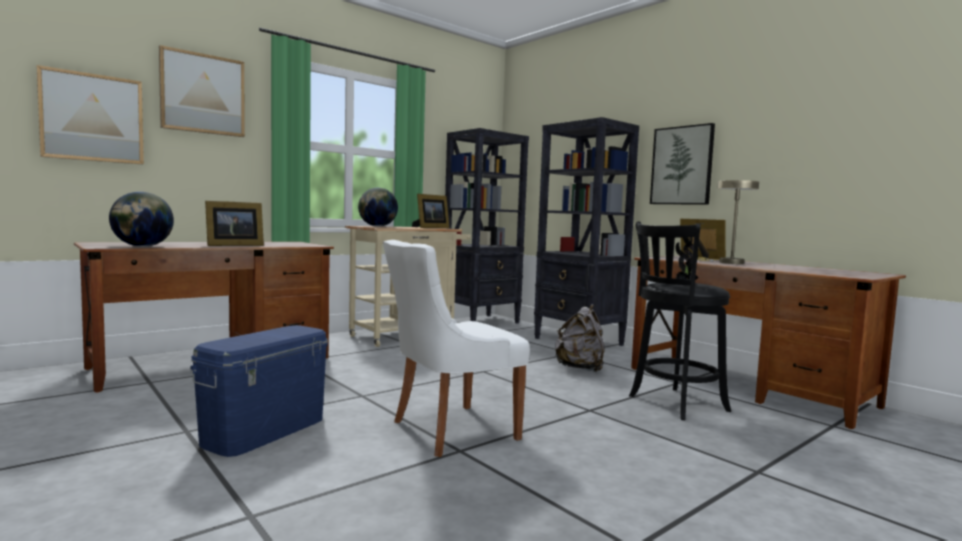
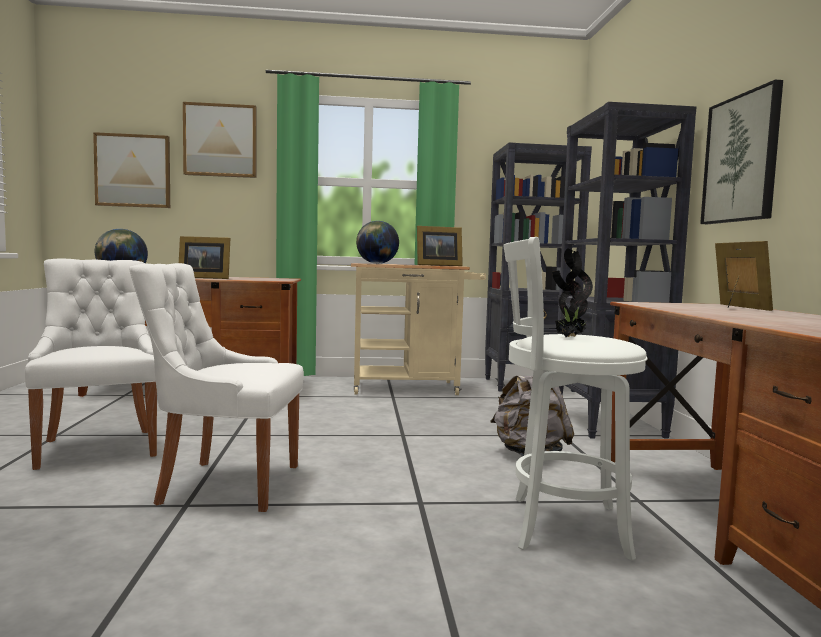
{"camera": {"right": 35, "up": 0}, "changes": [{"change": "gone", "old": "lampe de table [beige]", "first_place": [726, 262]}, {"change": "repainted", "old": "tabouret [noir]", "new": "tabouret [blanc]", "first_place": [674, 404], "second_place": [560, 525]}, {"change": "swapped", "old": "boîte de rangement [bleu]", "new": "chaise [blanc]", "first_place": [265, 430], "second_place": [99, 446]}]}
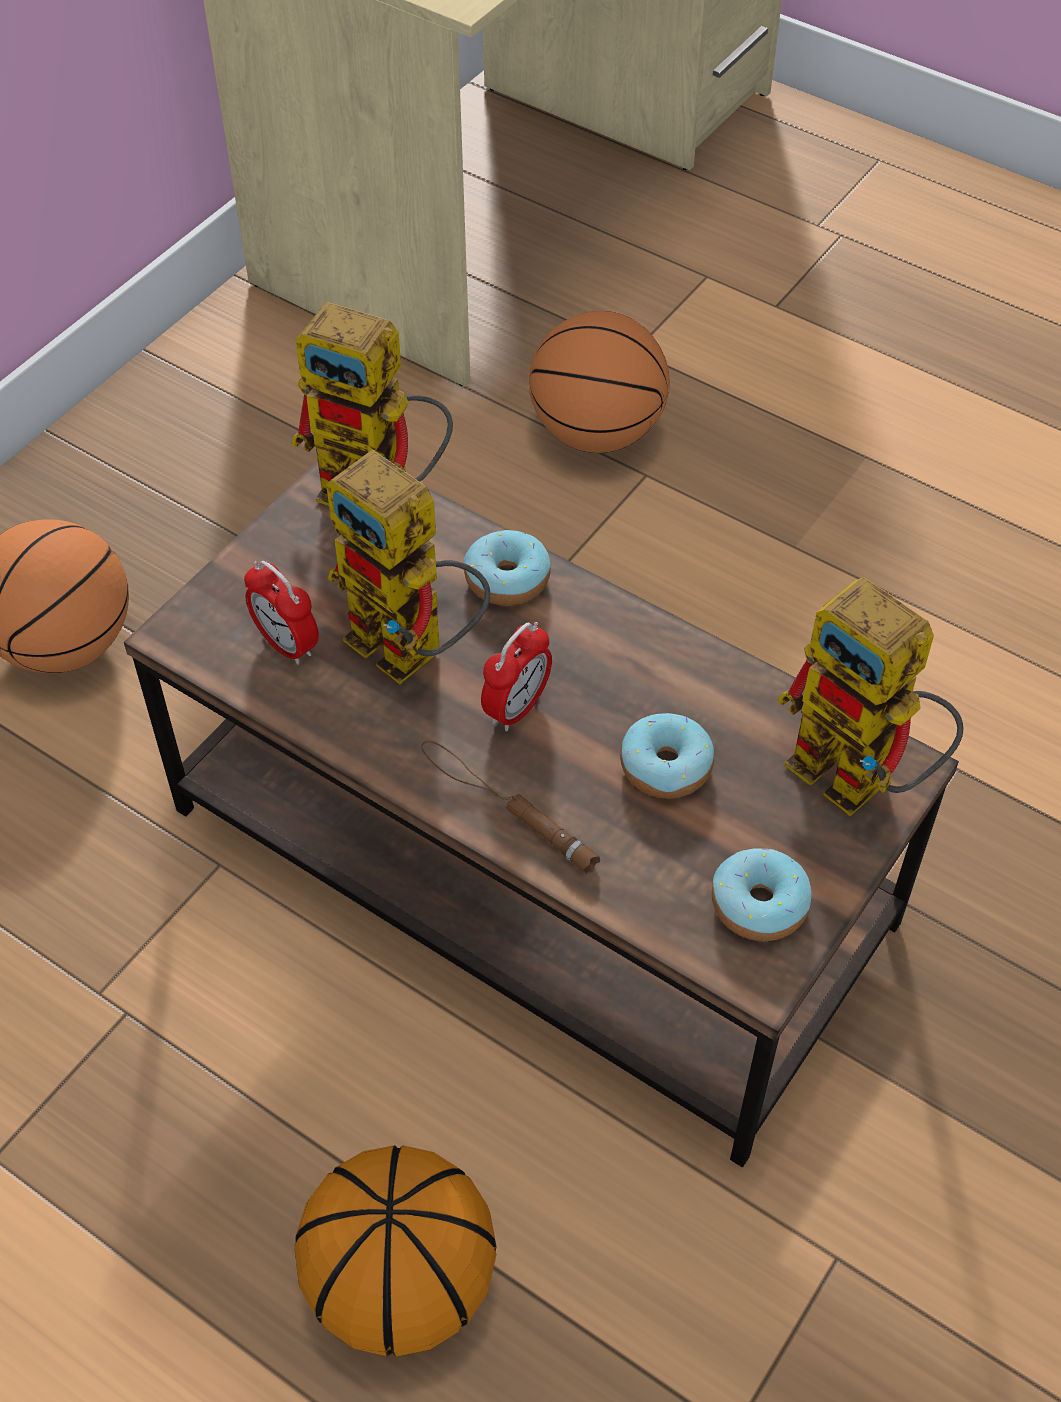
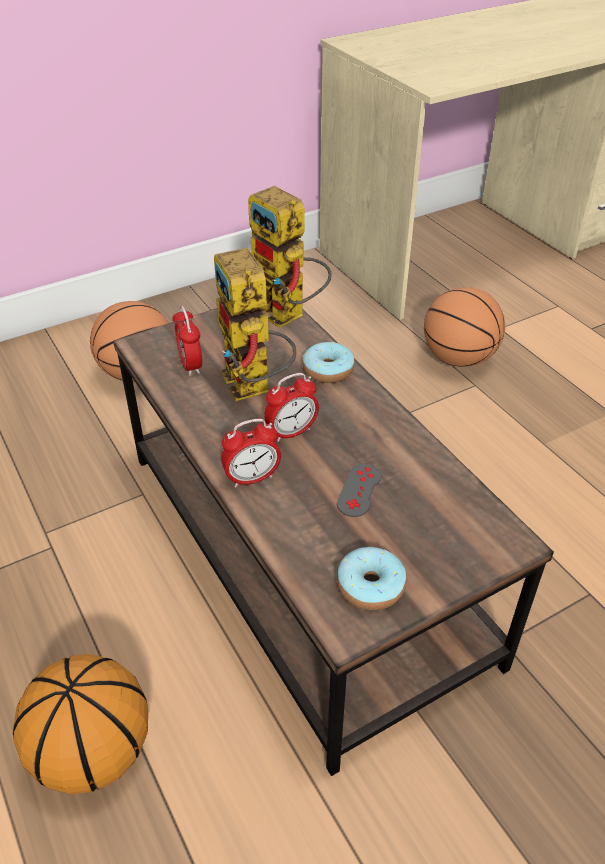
{"camera": {"right": 25, "up": -10}, "changes": [{"change": "gone", "old": "robot jouet", "first_place": [861, 779]}, {"change": "swapped", "old": "beignet", "new": "manette [gris]", "first_place": [666, 766], "second_place": [359, 490]}, {"change": "swapped", "old": "lampe de poche [marron]", "new": "réveil", "first_place": [506, 806], "second_place": [252, 478]}]}
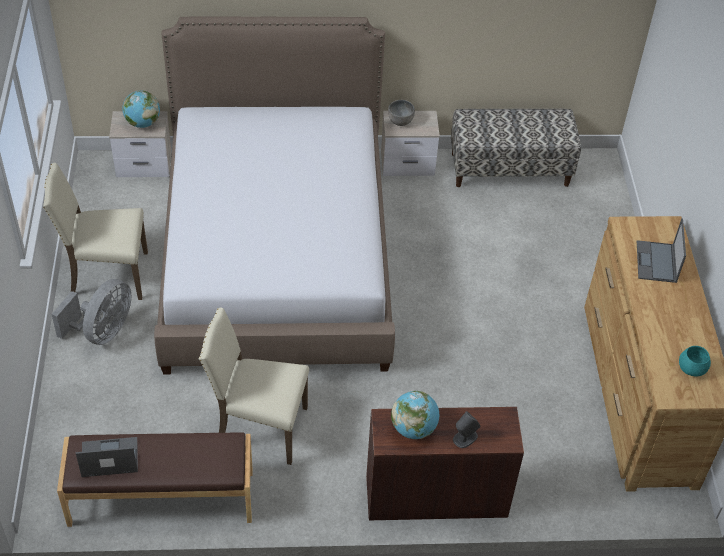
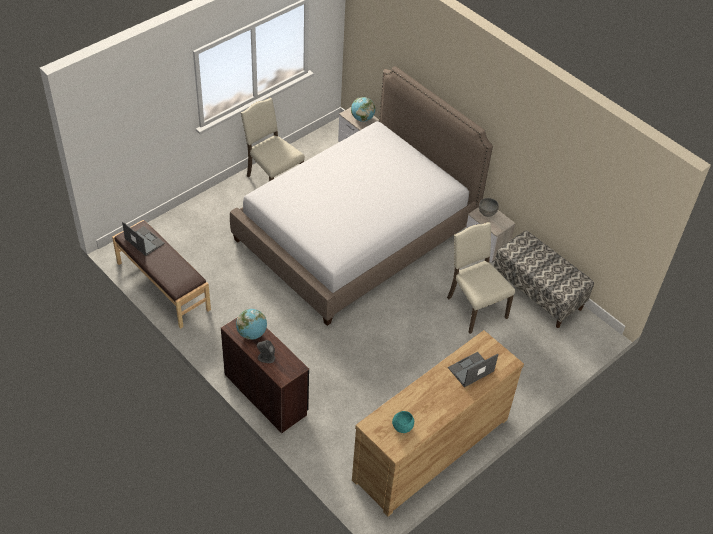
{"camera": {"right": 50, "up": 0}, "changes": [{"change": "gone", "old": "ventilateur [gris]", "first_place": [102, 331]}, {"change": "shifted", "old": "chaise [beige]", "first_place": [259, 427], "second_place": [475, 307]}]}
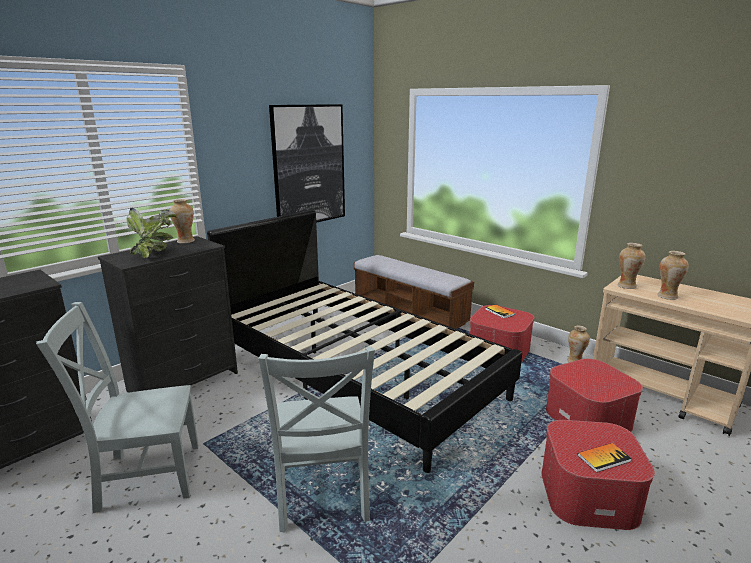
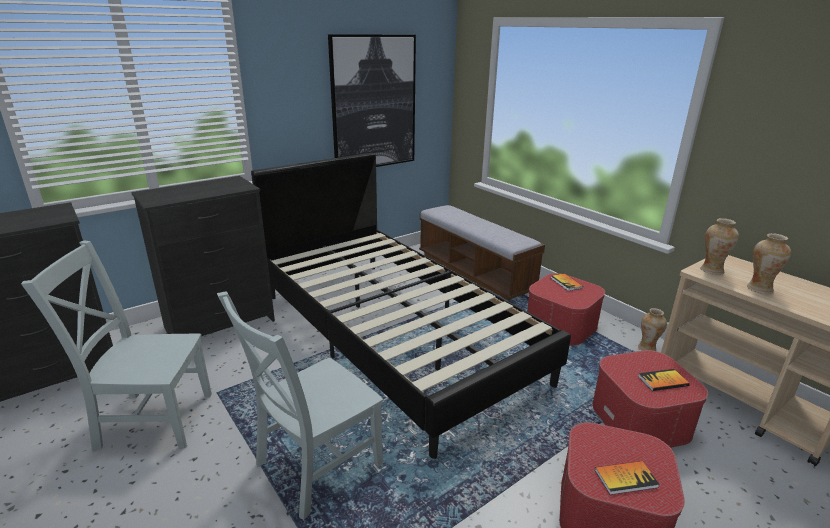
{"camera": {"right": 10, "up": 5}, "changes": [{"change": "gone", "old": "vase", "first_place": [185, 241]}, {"change": "gone", "old": "plante en pot", "first_place": [154, 254]}, {"change": "rotated", "old": "chaise [gris]", "first_place": [322, 496], "second_place": [314, 467], "degrees": 45}, {"change": "new", "new": "livre", "second_place": [663, 381]}]}
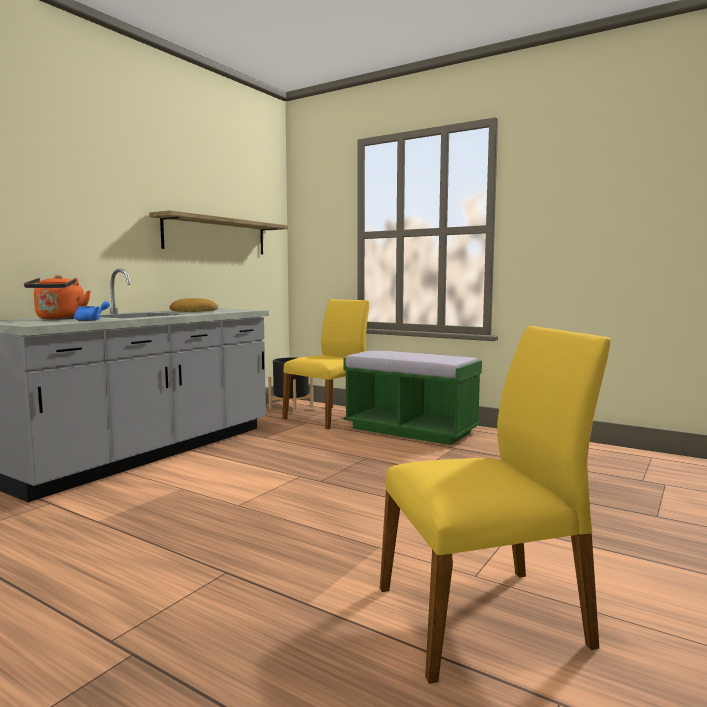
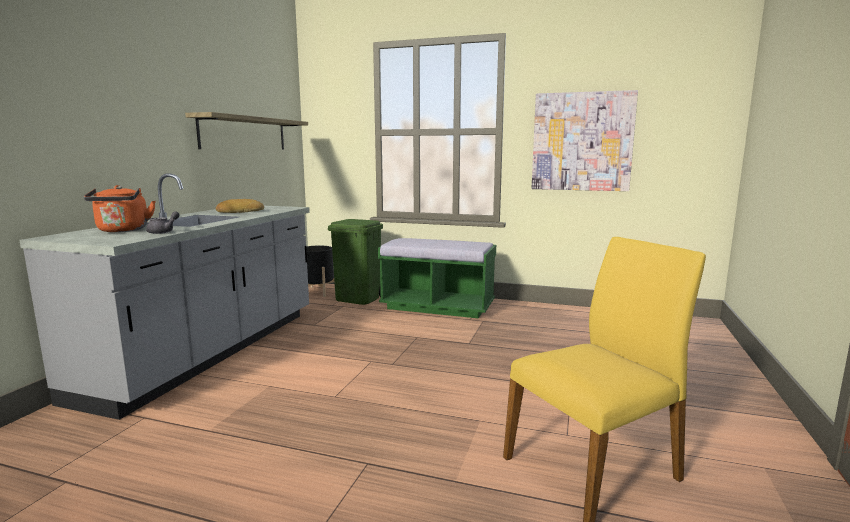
{"camera": {"right": -15, "up": 5}, "changes": [{"change": "swapped", "old": "chaise [jaune]", "new": "poubelle [vert]", "first_place": [329, 416], "second_place": [359, 299]}, {"change": "repainted", "old": "théière [bleu]", "new": "théière [gris]", "first_place": [91, 320], "second_place": [164, 232]}, {"change": "new", "new": "tableau", "second_place": [582, 142]}]}
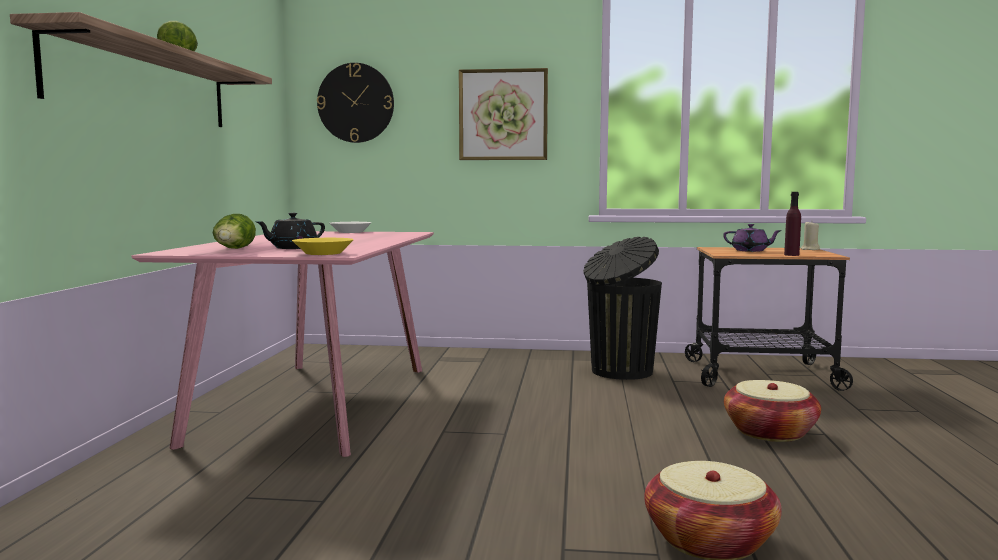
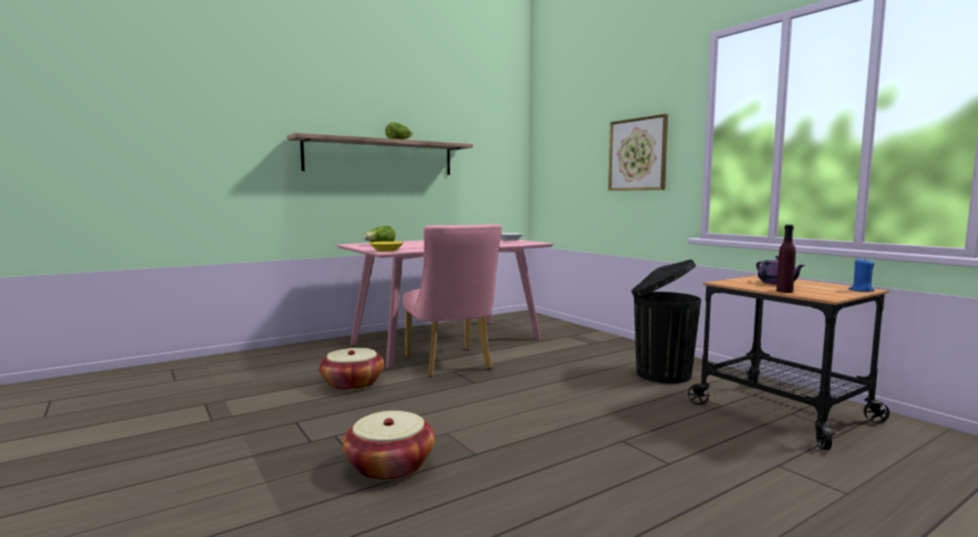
{"camera": {"right": 50, "up": 0}, "changes": [{"change": "gone", "old": "horloge murale", "first_place": [356, 103]}, {"change": "gone", "old": "théière [noir]", "first_place": [292, 248]}, {"change": "repainted", "old": "bougie [beige]", "new": "bougie [bleu]", "first_place": [810, 249], "second_place": [861, 290]}, {"change": "shifted", "old": "panier", "first_place": [770, 432], "second_place": [353, 384]}, {"change": "new", "new": "chaise [rose]", "second_place": [451, 364]}]}
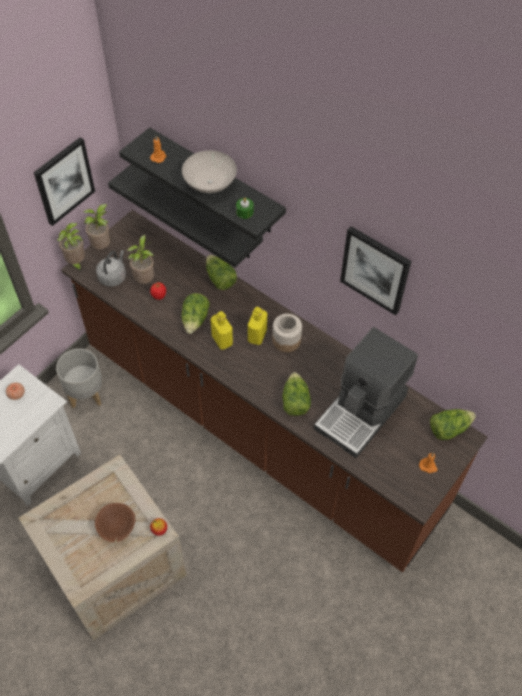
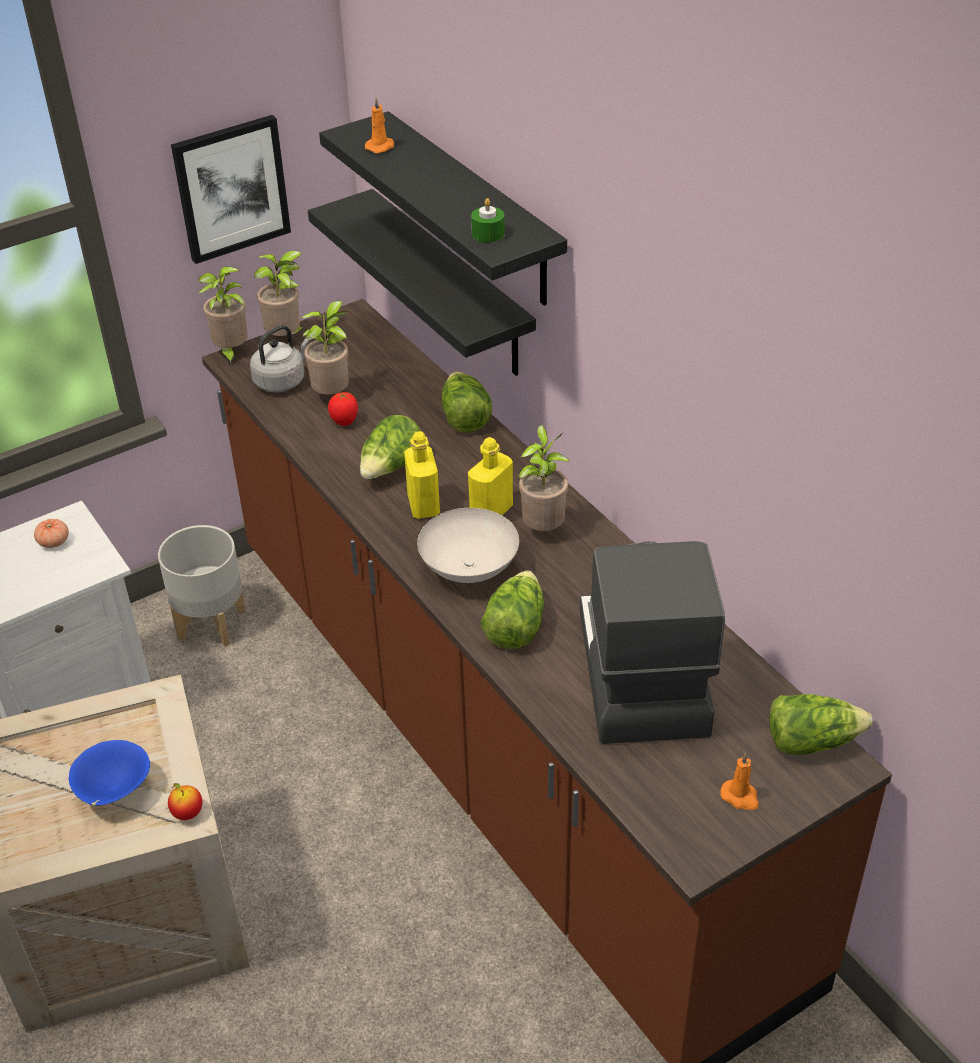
{"camera": {"right": 20, "up": -15}, "changes": [{"change": "shifted", "old": "bol [blanc]", "first_place": [211, 184], "second_place": [471, 569]}, {"change": "gone", "old": "tableau", "first_place": [375, 270]}, {"change": "swapped", "old": "bocal", "new": "plante en pot", "first_place": [286, 340], "second_place": [543, 529]}, {"change": "rotated", "old": "machine à café", "first_place": [362, 412], "second_place": [639, 673], "degrees": 120}, {"change": "repainted", "old": "bol [marron]", "new": "bol [bleu]", "first_place": [117, 528], "second_place": [114, 791]}]}
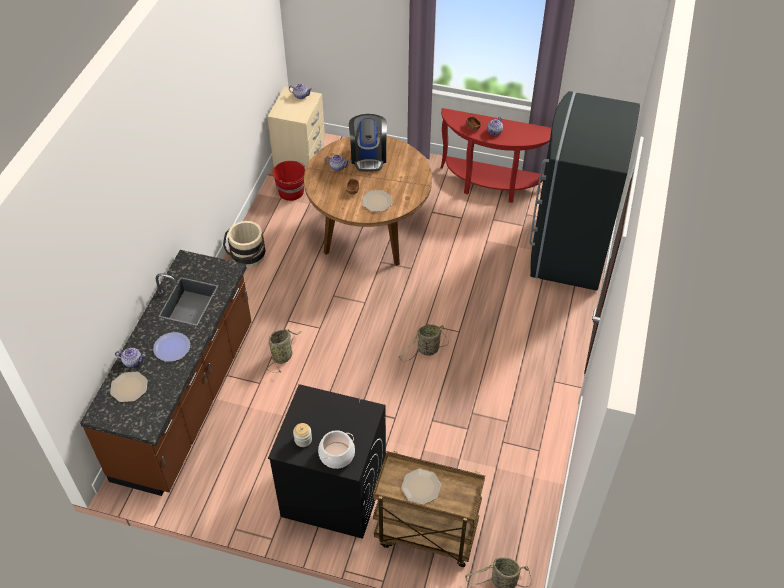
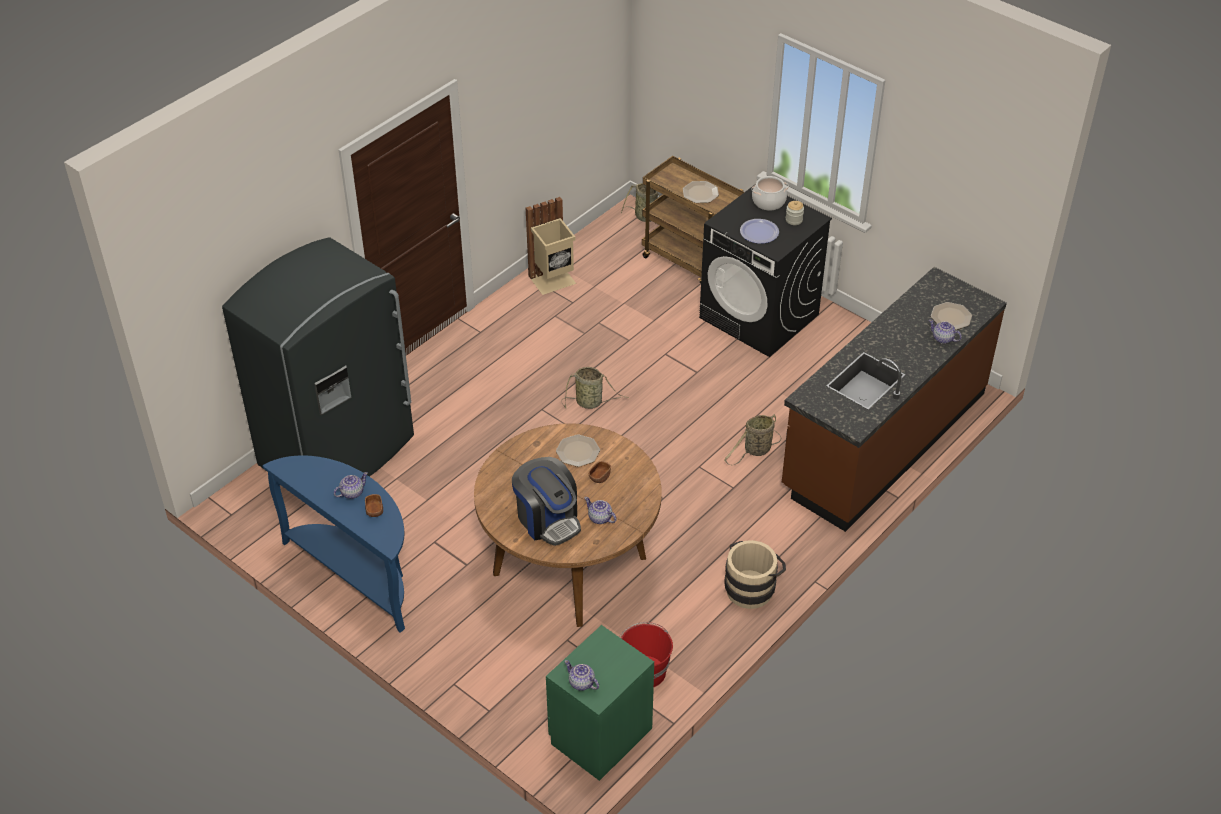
{"camera": {"right": -155, "up": -5}, "changes": [{"change": "repainted", "old": "table de chevet [beige]", "new": "table de chevet [vert]", "first_place": [300, 156], "second_place": [600, 735]}, {"change": "repainted", "old": "table console [rouge]", "new": "table console [bleu]", "first_place": [491, 186], "second_place": [357, 573]}, {"change": "rotated", "old": "machine à café", "first_place": [368, 156], "second_place": [548, 519], "degrees": 120}, {"change": "shifted", "old": "assiette", "first_place": [172, 347], "second_place": [759, 232]}, {"change": "new", "new": "poubelle [beige]", "second_place": [553, 281]}]}
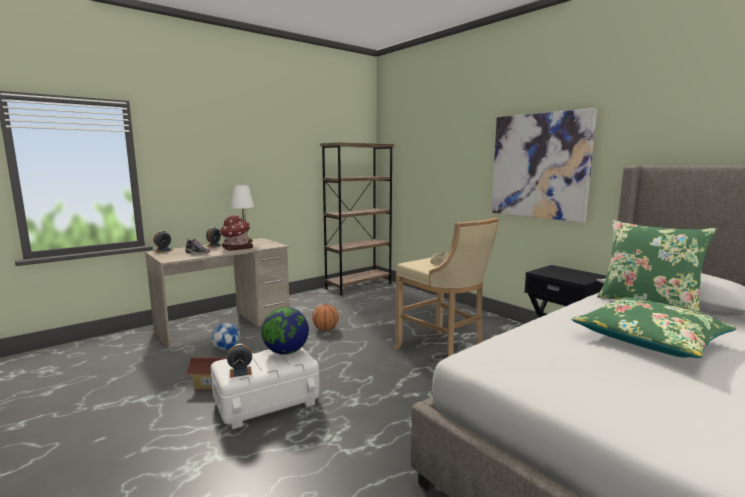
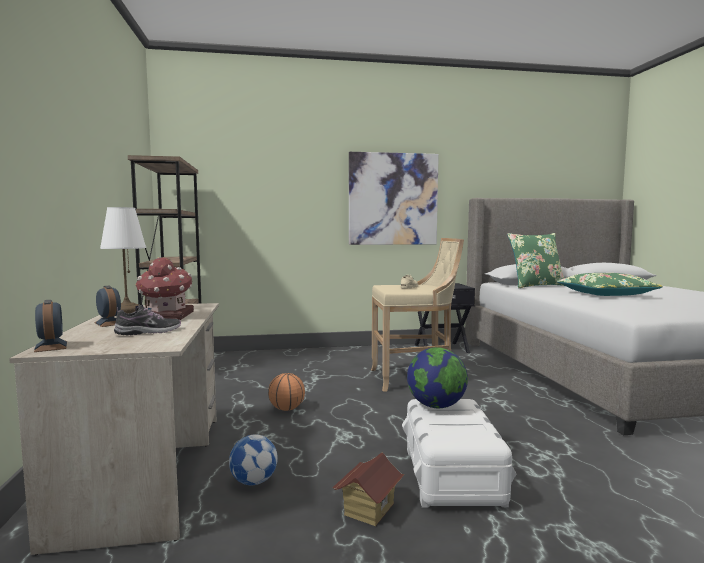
{"camera": {"right": -60, "up": -5}, "changes": [{"change": "gone", "old": "réveil", "first_place": [240, 372]}]}
